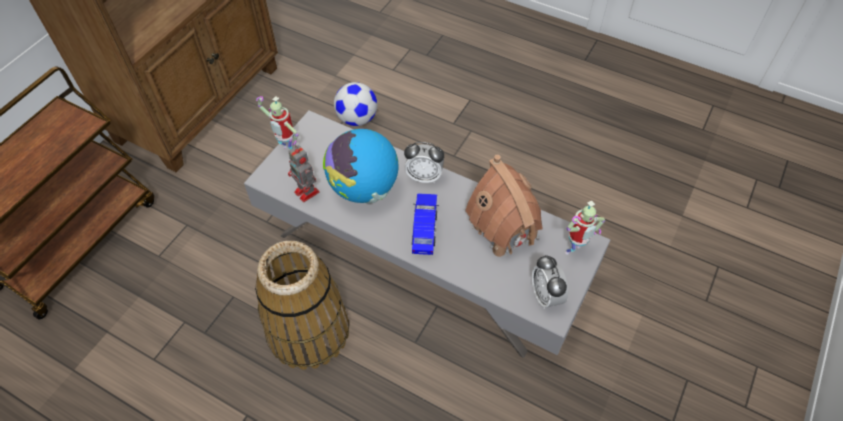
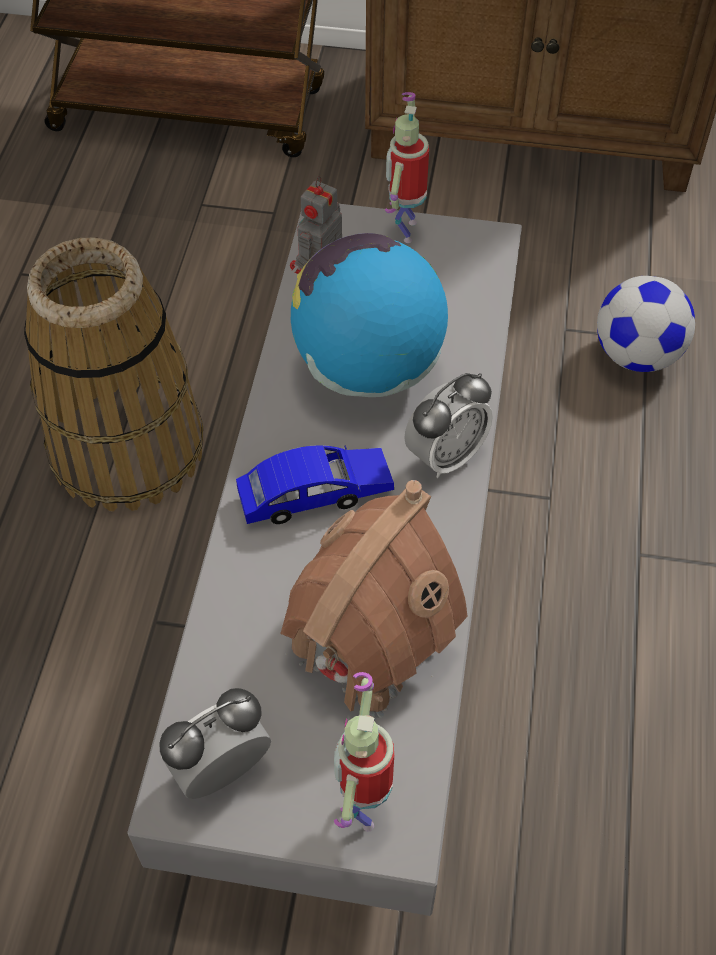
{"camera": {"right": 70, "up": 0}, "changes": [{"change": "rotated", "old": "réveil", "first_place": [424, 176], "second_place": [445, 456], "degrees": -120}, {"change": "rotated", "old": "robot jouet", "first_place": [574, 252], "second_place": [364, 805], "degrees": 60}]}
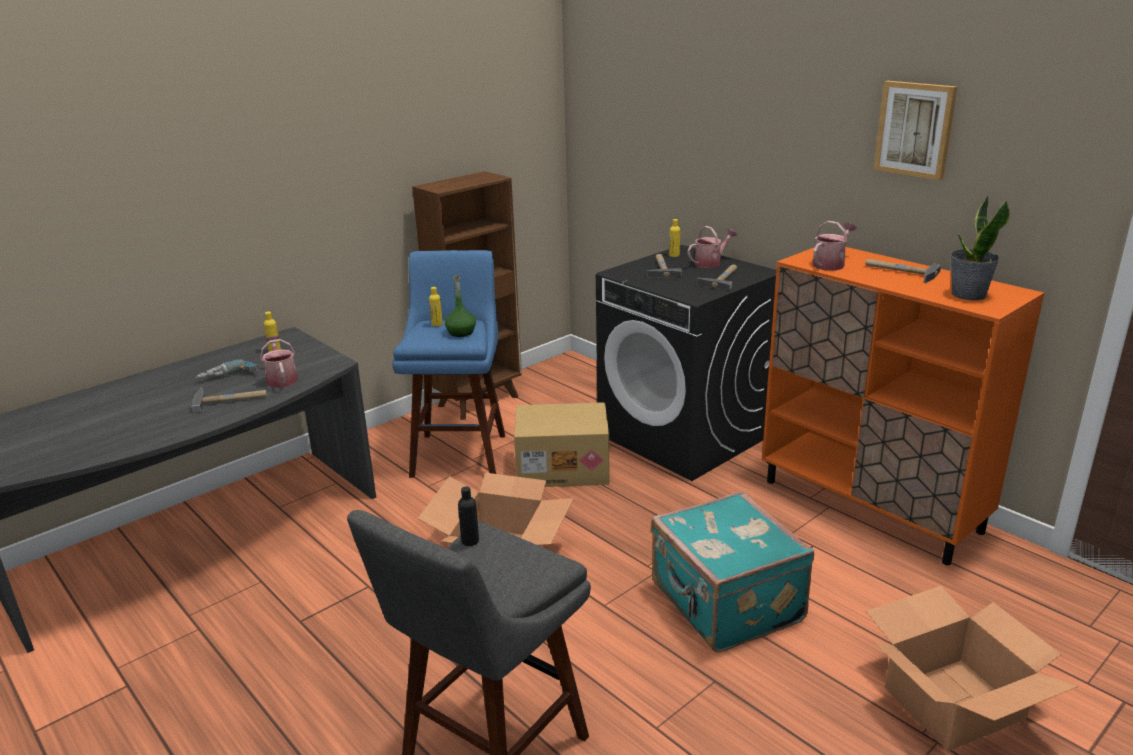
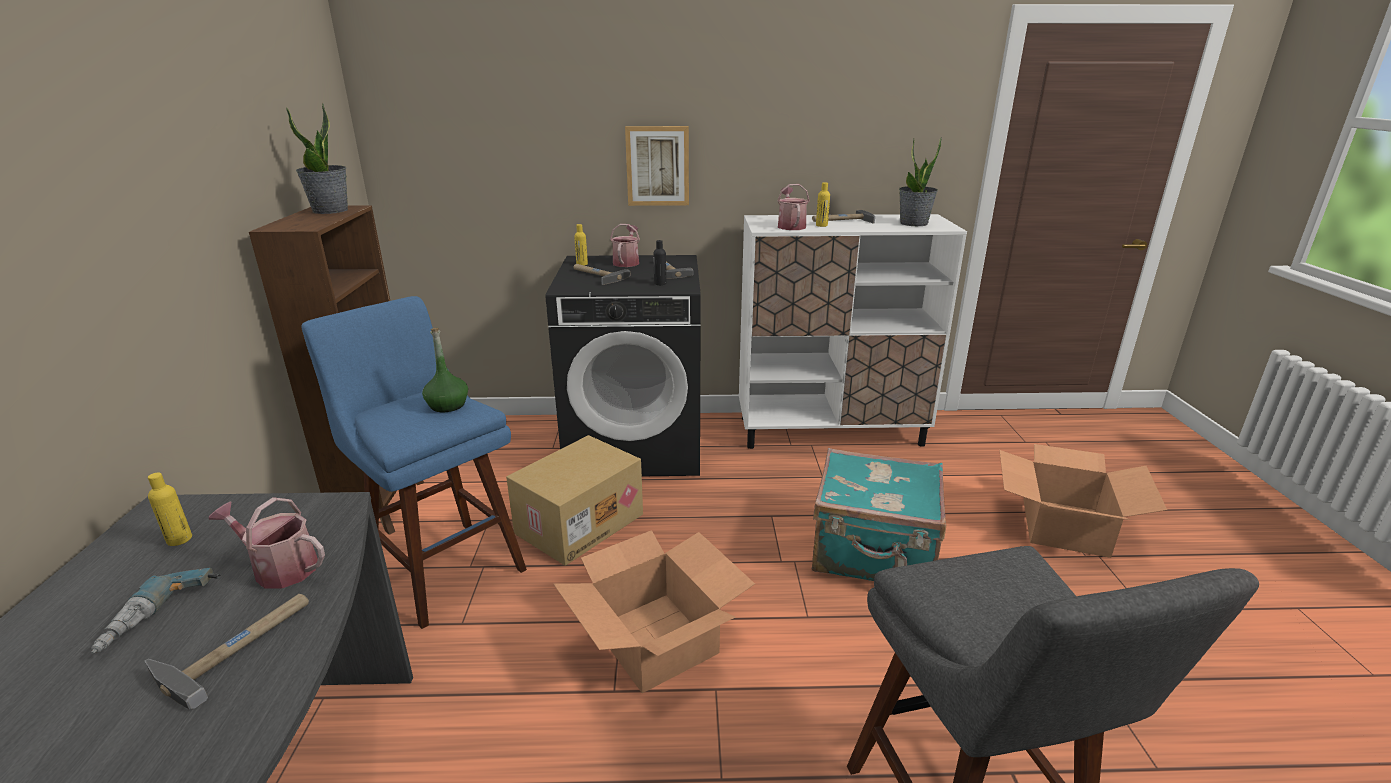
{"camera": {"right": -50, "up": 0}, "changes": [{"change": "shifted", "old": "tableau", "first_place": [915, 129], "second_place": [657, 166]}, {"change": "repainted", "old": "meuble de rangement [orange]", "new": "meuble de rangement [blanc]", "first_place": [871, 506], "second_place": [831, 431]}, {"change": "shifted", "old": "bouteille [jaune]", "first_place": [437, 324], "second_place": [821, 225]}, {"change": "shifted", "old": "bouteille [noir]", "first_place": [470, 541], "second_place": [660, 283]}, {"change": "new", "new": "plante en pot", "second_place": [331, 210]}]}
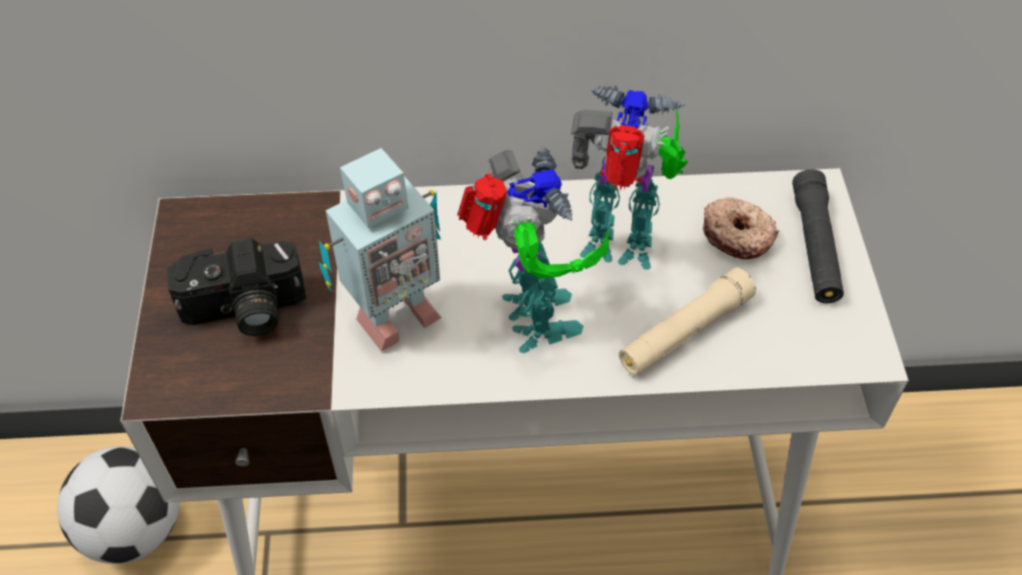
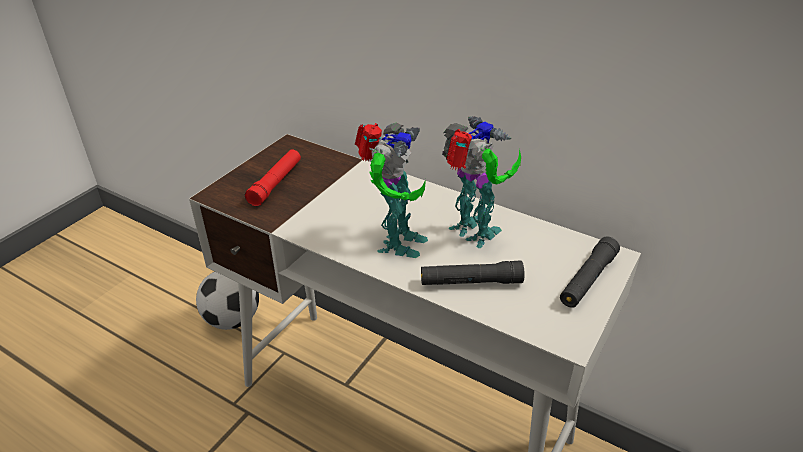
{"camera": {"right": 35, "up": -15}, "changes": [{"change": "gone", "old": "robot jouet", "first_place": [392, 316]}, {"change": "gone", "old": "beignet", "first_place": [737, 235]}, {"change": "swapped", "old": "appareil photo", "new": "lampe de poche [rouge]", "first_place": [244, 311], "second_place": [276, 183]}, {"change": "repainted", "old": "lampe de poche [beige]", "new": "lampe de poche [noir]", "first_place": [684, 332], "second_place": [470, 282]}]}
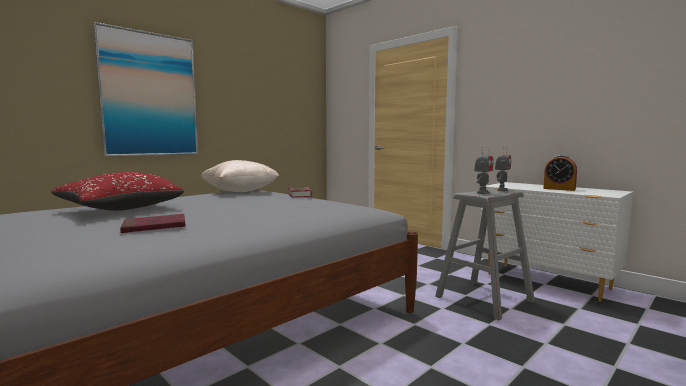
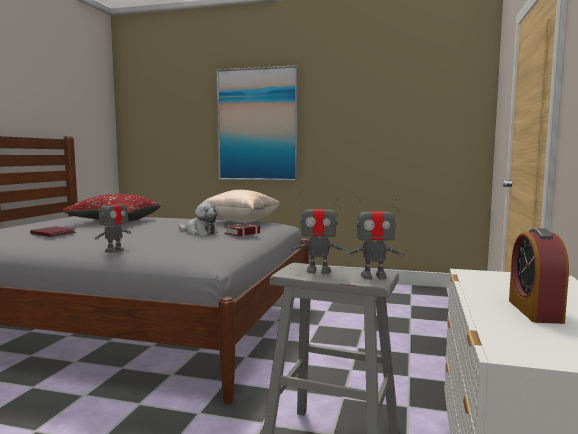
{"camera": {"right": 60, "up": 0}, "changes": [{"change": "new", "new": "robot jouet", "second_place": [115, 251]}, {"change": "new", "new": "peluche", "second_place": [199, 232]}]}
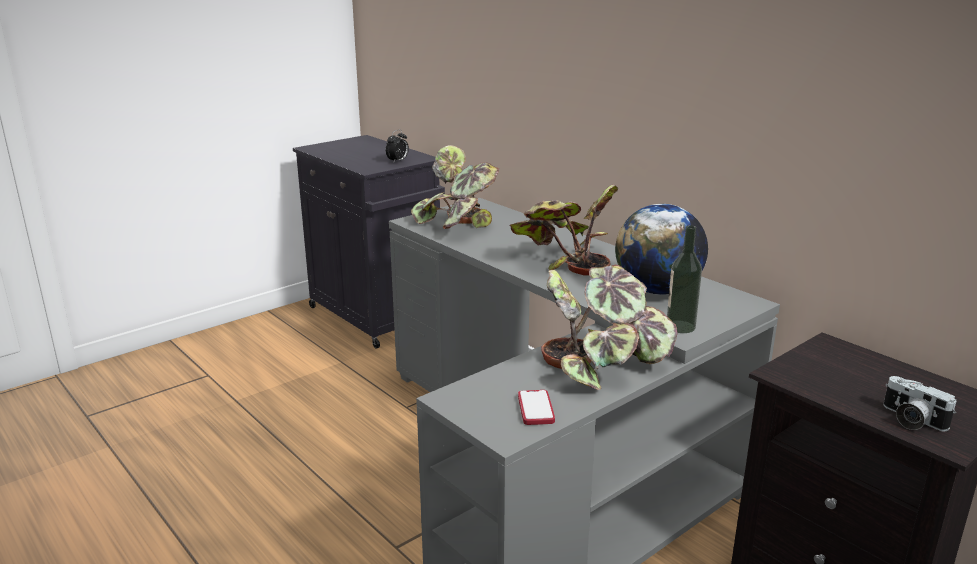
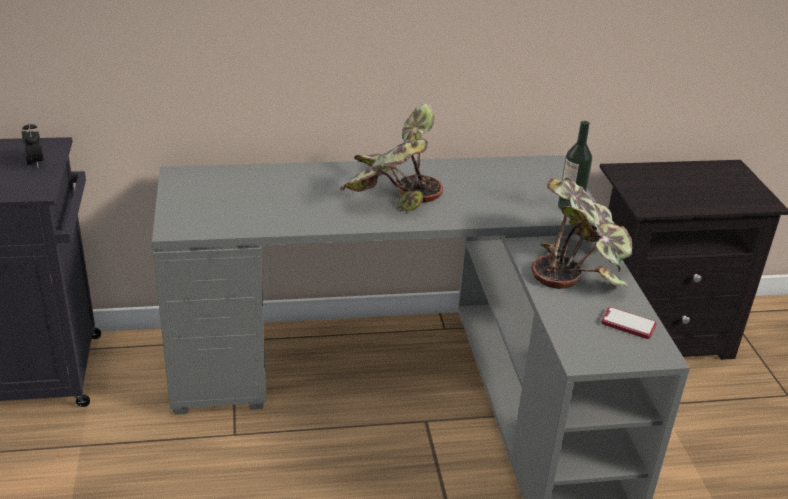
{"camera": {"right": -60, "up": 10}, "changes": [{"change": "gone", "old": "plante en pot", "first_place": [457, 226]}, {"change": "gone", "old": "globe", "first_place": [657, 290]}, {"change": "gone", "old": "appareil photo", "first_place": [911, 420]}]}
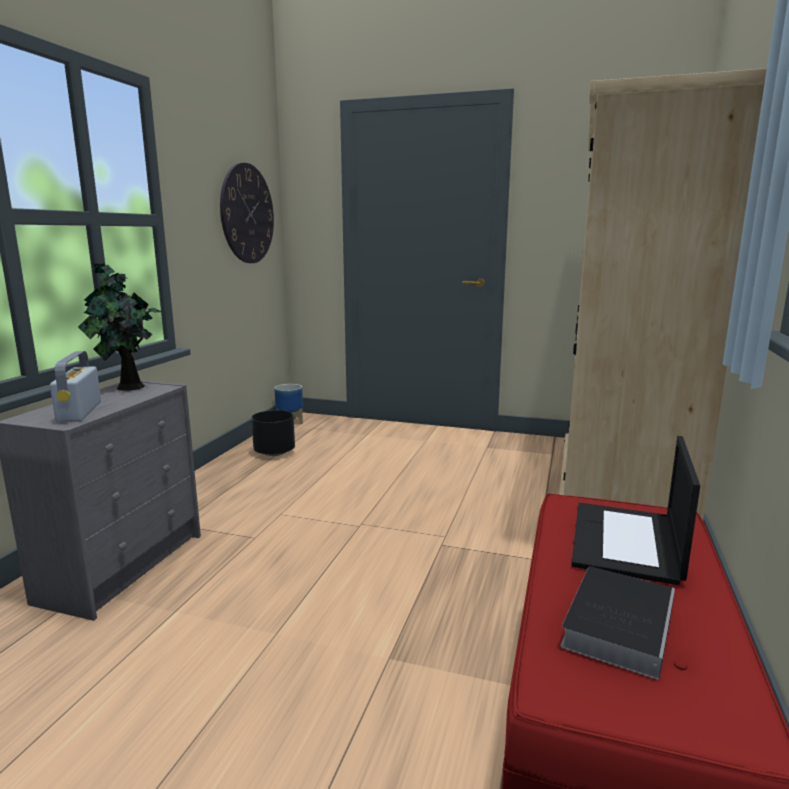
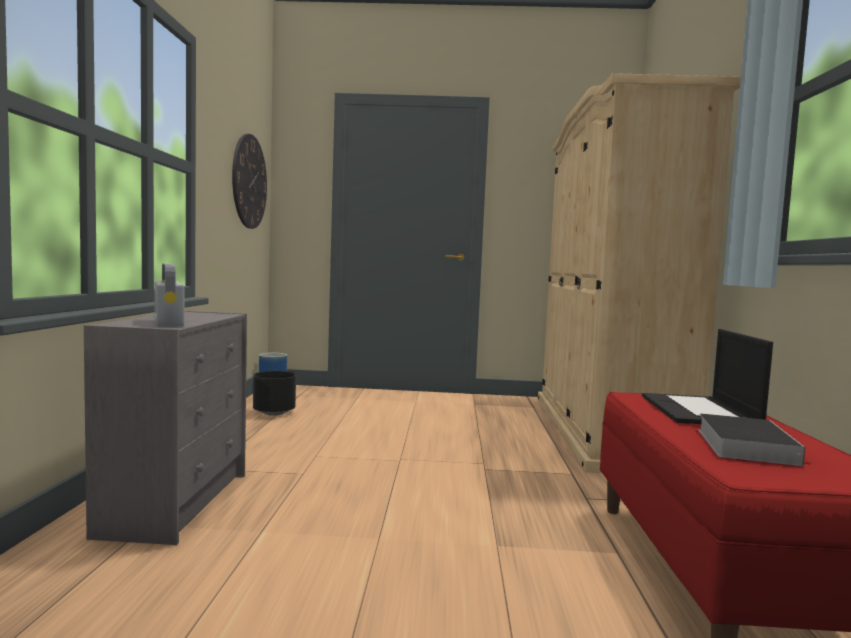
{"camera": {"right": -15, "up": -10}, "changes": [{"change": "gone", "old": "plante en pot", "first_place": [128, 387]}]}
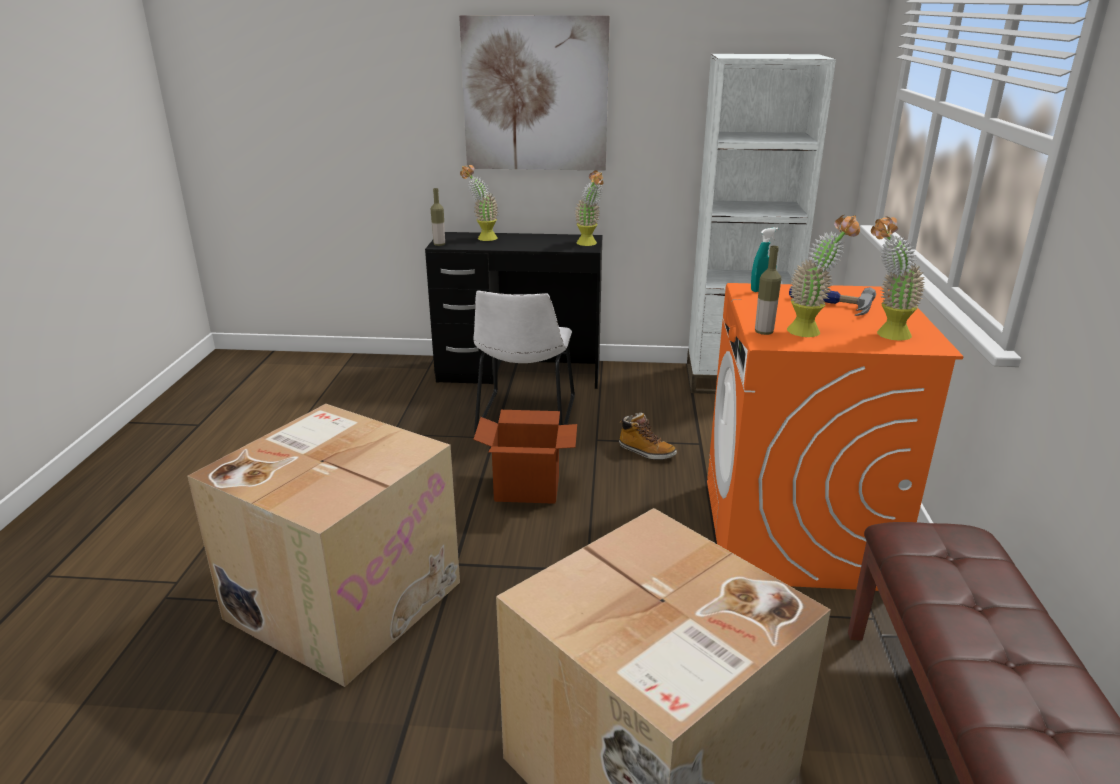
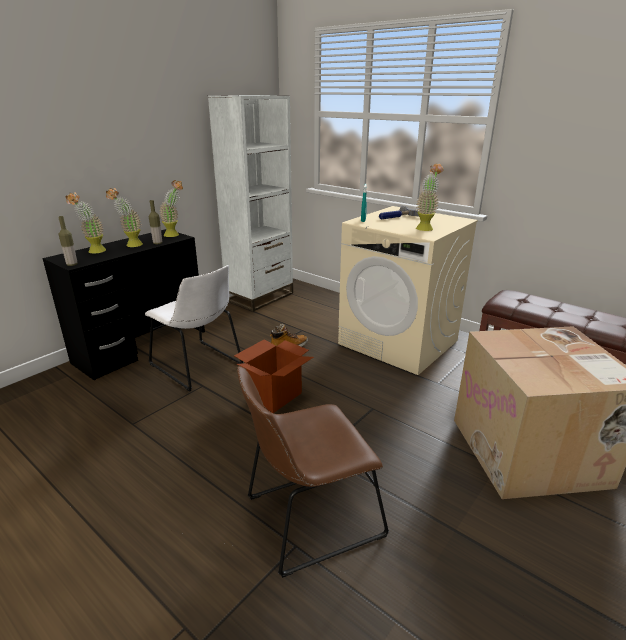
{"camera": {"right": -55, "up": 0}, "changes": [{"change": "gone", "old": "tableau", "first_place": [535, 95]}, {"change": "shifted", "old": "plante en pot", "first_place": [884, 334], "second_place": [130, 246]}, {"change": "shifted", "old": "bouteille", "first_place": [764, 332], "second_place": [157, 243]}, {"change": "repainted", "old": "lave-linge [orange]", "new": "lave-linge [beige]", "first_place": [794, 533], "second_place": [399, 342]}, {"change": "swapped", "old": "carton", "new": "chaise [marron]", "first_place": [344, 597], "second_place": [308, 518]}]}
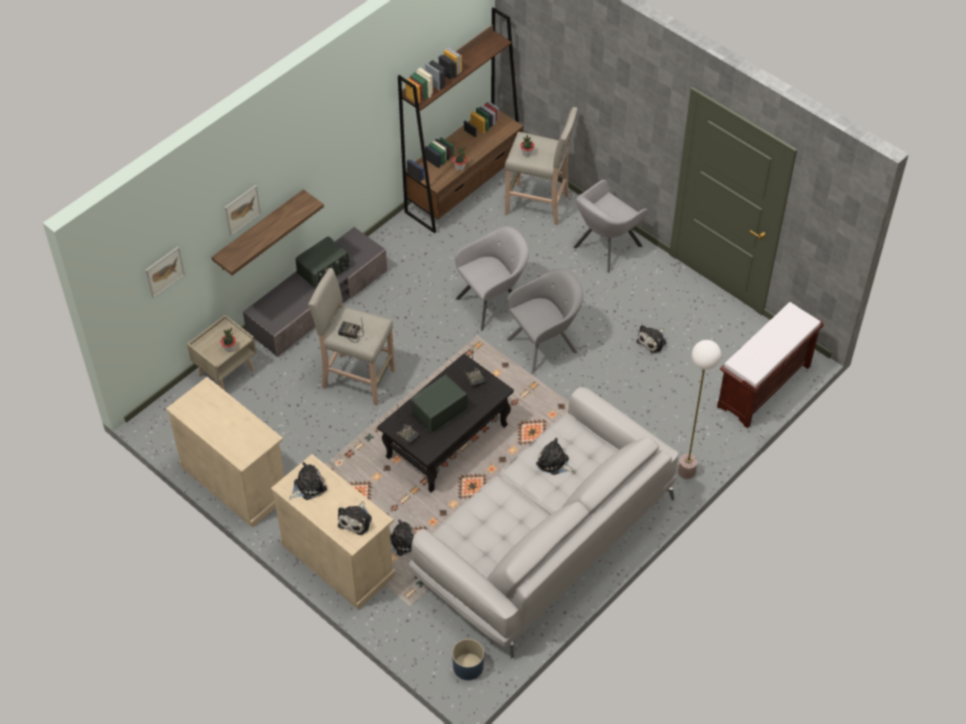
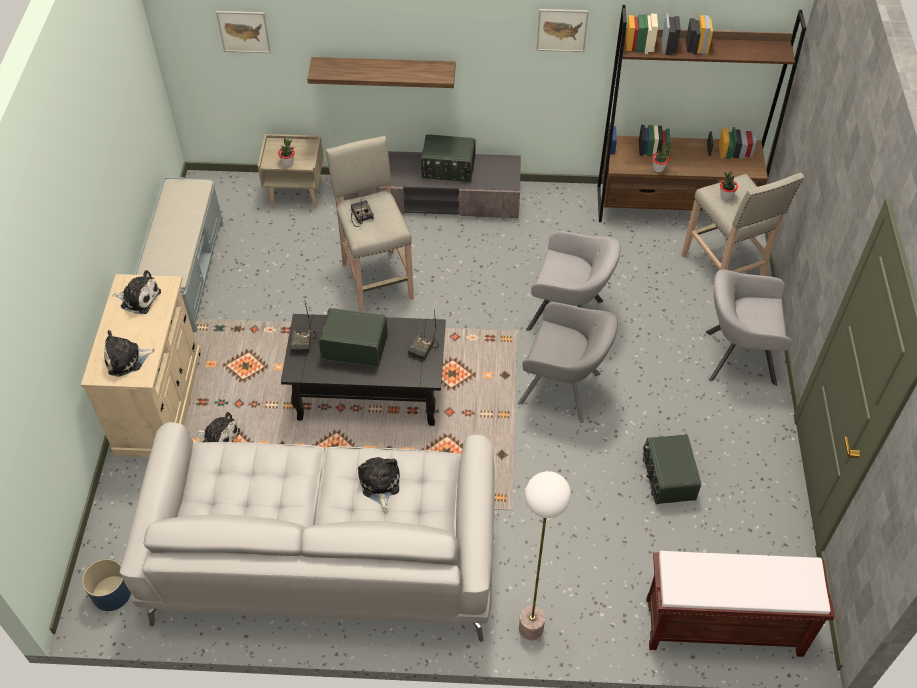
{"camera": {"right": 50, "up": 0}, "changes": [{"change": "shifted", "old": "tableau", "first_place": [242, 210], "second_place": [562, 30]}, {"change": "swapped", "old": "peluche", "new": "radio", "first_place": [653, 341], "second_place": [667, 477]}, {"change": "swapped", "old": "meuble de rangement [beige]", "new": "banc [gris]", "first_place": [235, 481], "second_place": [186, 274]}]}
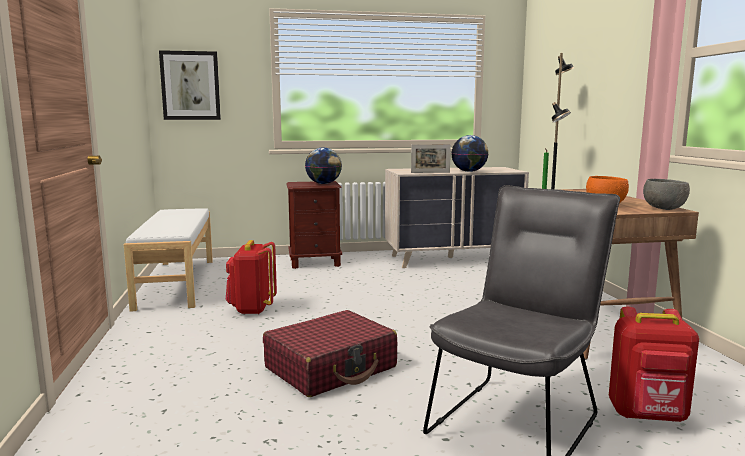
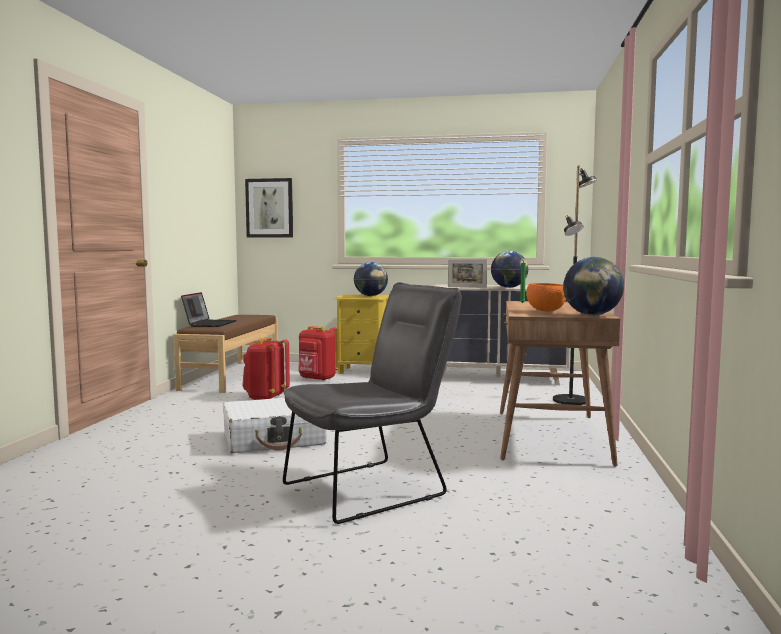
{"camera": {"right": 20, "up": -5}, "changes": [{"change": "swapped", "old": "bol [gris]", "new": "globe", "first_place": [664, 209], "second_place": [592, 315]}, {"change": "repainted", "old": "table de chevet [marron]", "new": "table de chevet [jaune]", "first_place": [315, 263], "second_place": [363, 371]}, {"change": "repainted", "old": "banc [blanc]", "new": "banc [marron]", "first_place": [176, 283], "second_place": [231, 376]}, {"change": "shifted", "old": "sac à dos [rouge]", "first_place": [648, 415], "second_place": [317, 379]}, {"change": "repainted", "old": "valise [rouge]", "new": "valise [blanc]", "first_place": [331, 368], "second_place": [274, 439]}, {"change": "new", "new": "ordinateur portable", "second_place": [210, 324]}]}
